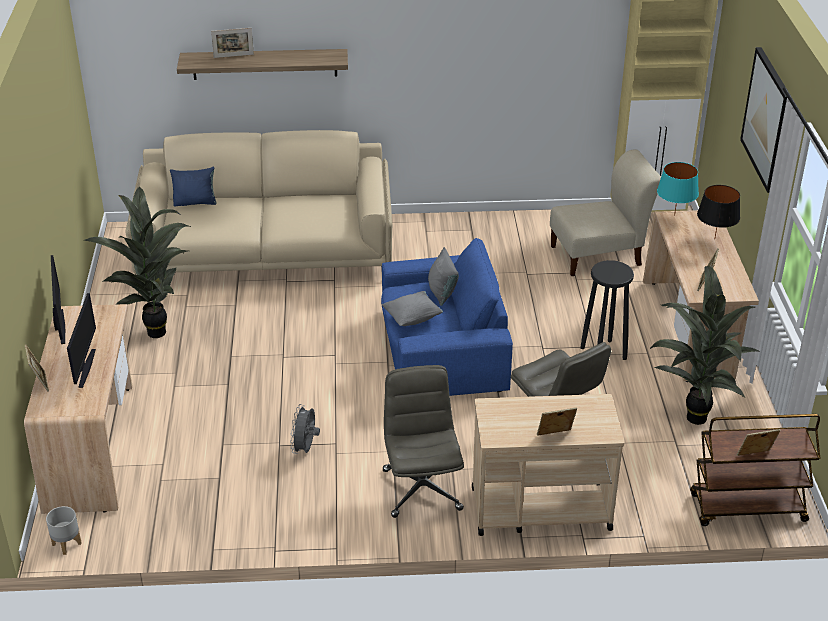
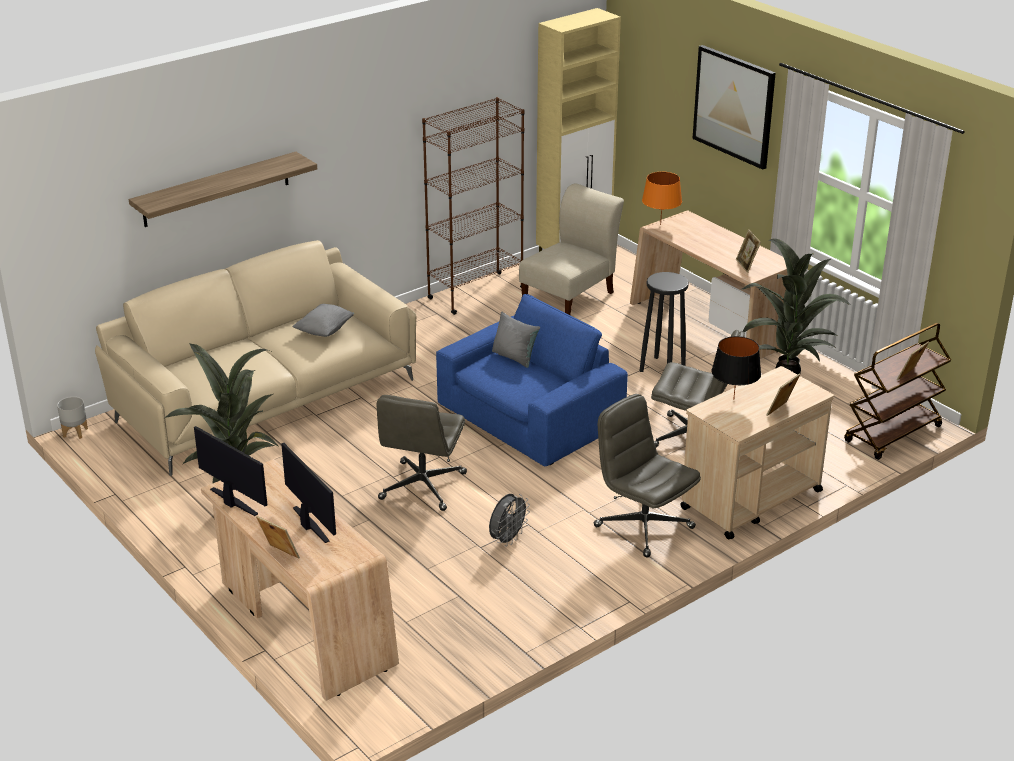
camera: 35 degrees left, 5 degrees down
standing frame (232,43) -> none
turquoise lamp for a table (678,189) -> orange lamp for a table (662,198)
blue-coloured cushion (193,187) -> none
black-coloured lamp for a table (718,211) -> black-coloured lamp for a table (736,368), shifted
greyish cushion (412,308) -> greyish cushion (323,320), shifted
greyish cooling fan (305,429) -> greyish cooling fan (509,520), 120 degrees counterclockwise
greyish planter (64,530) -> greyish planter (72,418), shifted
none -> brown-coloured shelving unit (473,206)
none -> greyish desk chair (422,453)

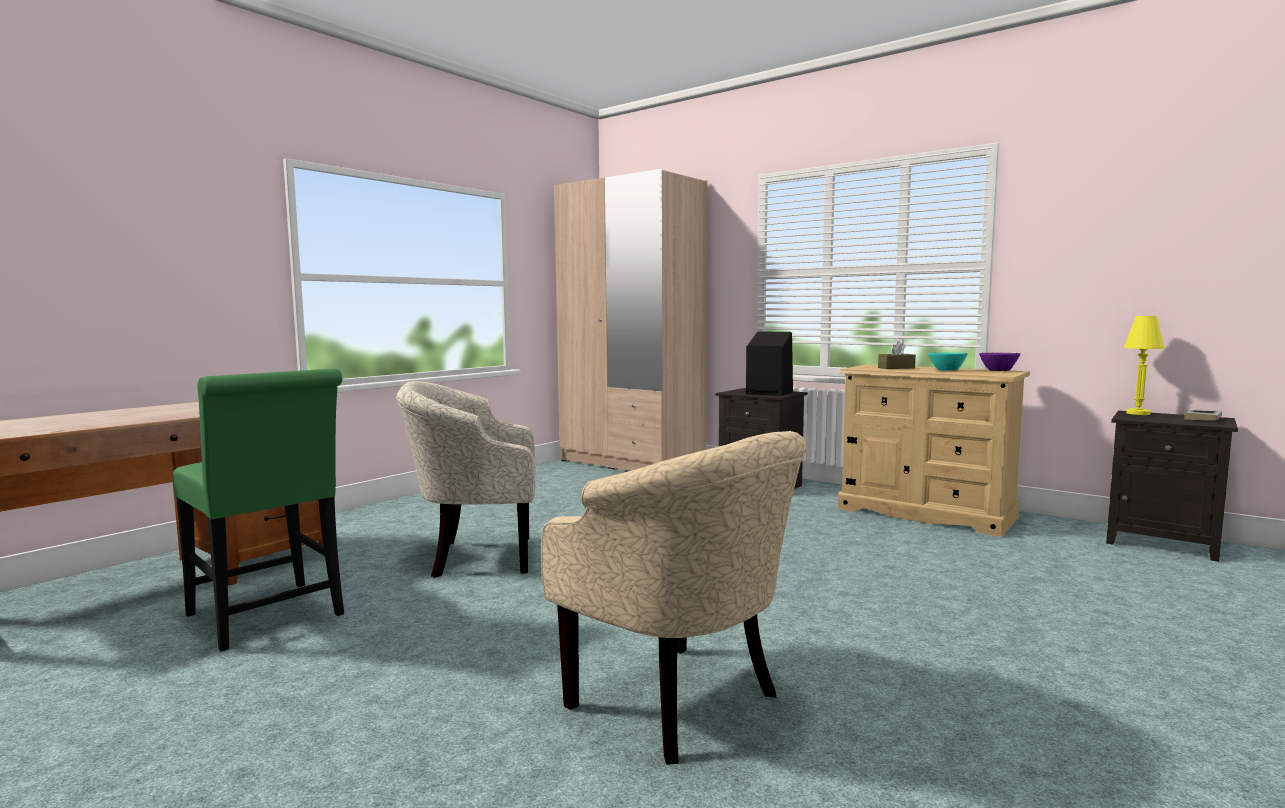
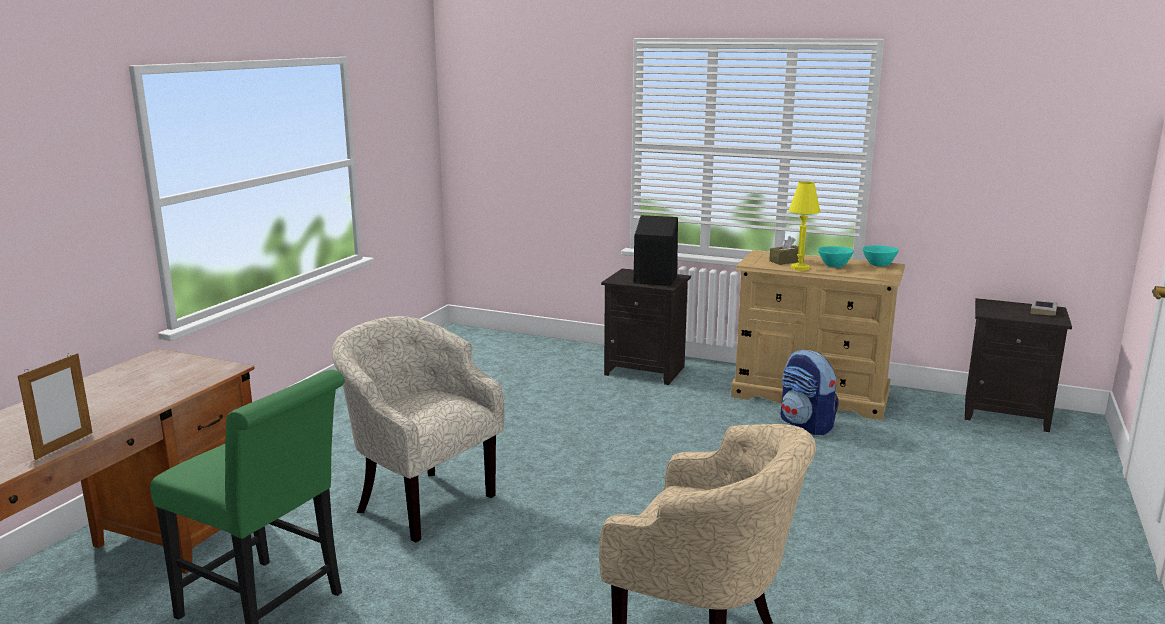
camera: 15 degrees left, 10 degrees up
beige armoire (631,320) -> none
yellow lamp for a table (1144,365) -> yellow lamp for a table (804,226), shifted
purple-coloured deep dish (999,362) -> turquoise deep dish (880,255)
beige armchair (466,479) -> beige armchair (418,429), 60 degrees clockwise
none -> backpack (809,392)
none -> standing frame (55,406)

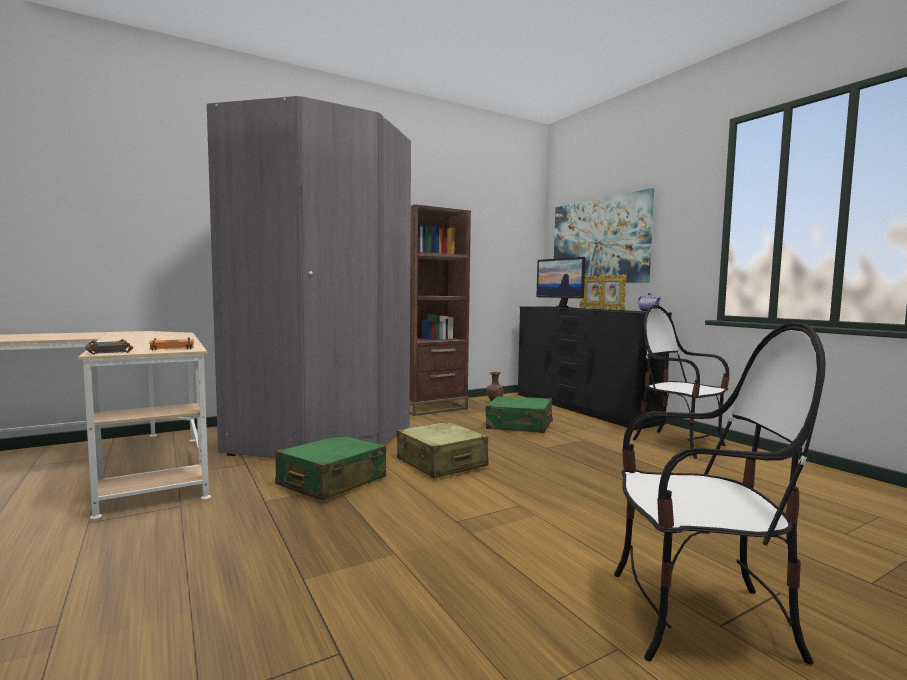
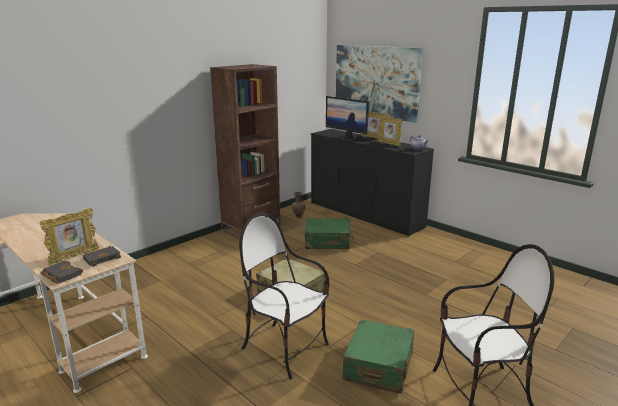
camera: 15 degrees left, 15 degrees up
greyish armoire (309,277) -> none
chair (681,382) -> chair (284,295), shifted
orange bound book (171,343) -> black-coloured bound book (102,256)
green suitcase (330,468) -> green suitcase (378,357), shifted
none -> standing frame (69,236)

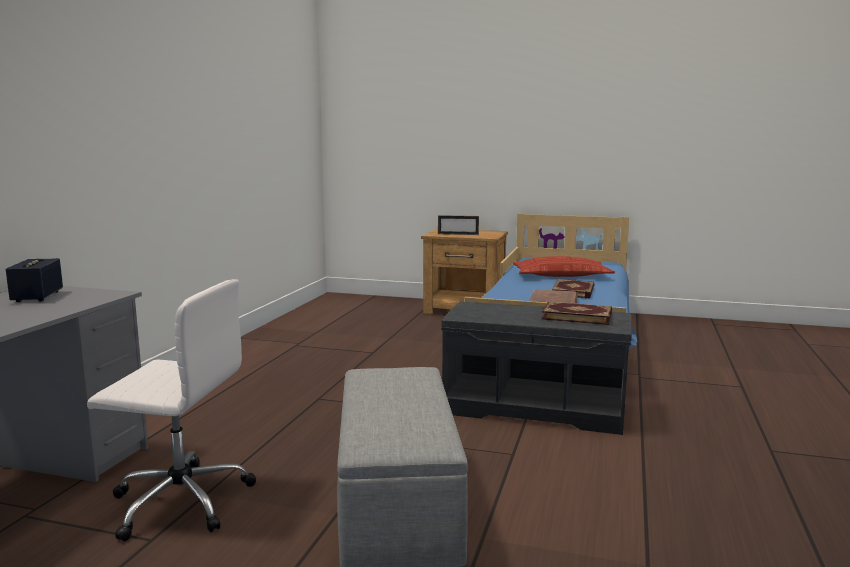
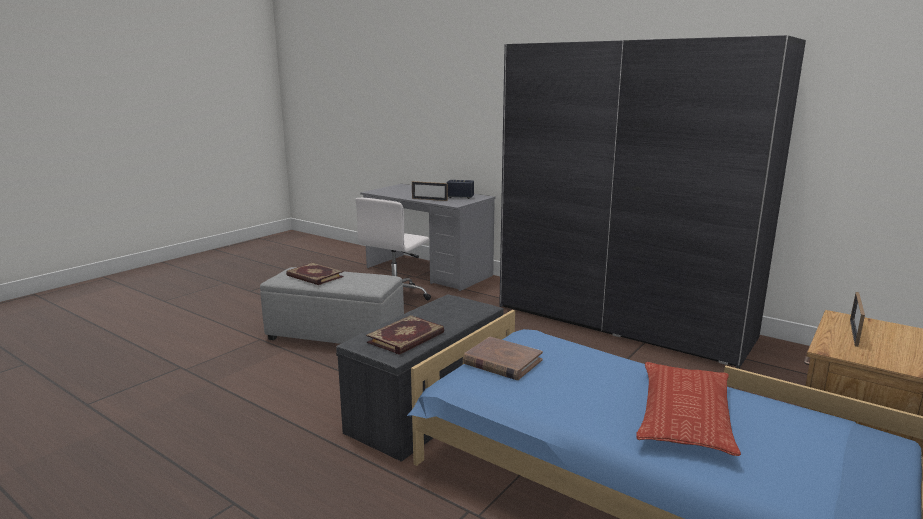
camera: 110 degrees right, 5 degrees up
bound book (573,288) -> bound book (315,274), shifted
none -> greyish armoire (652,202)
none -> standing frame (430,191)

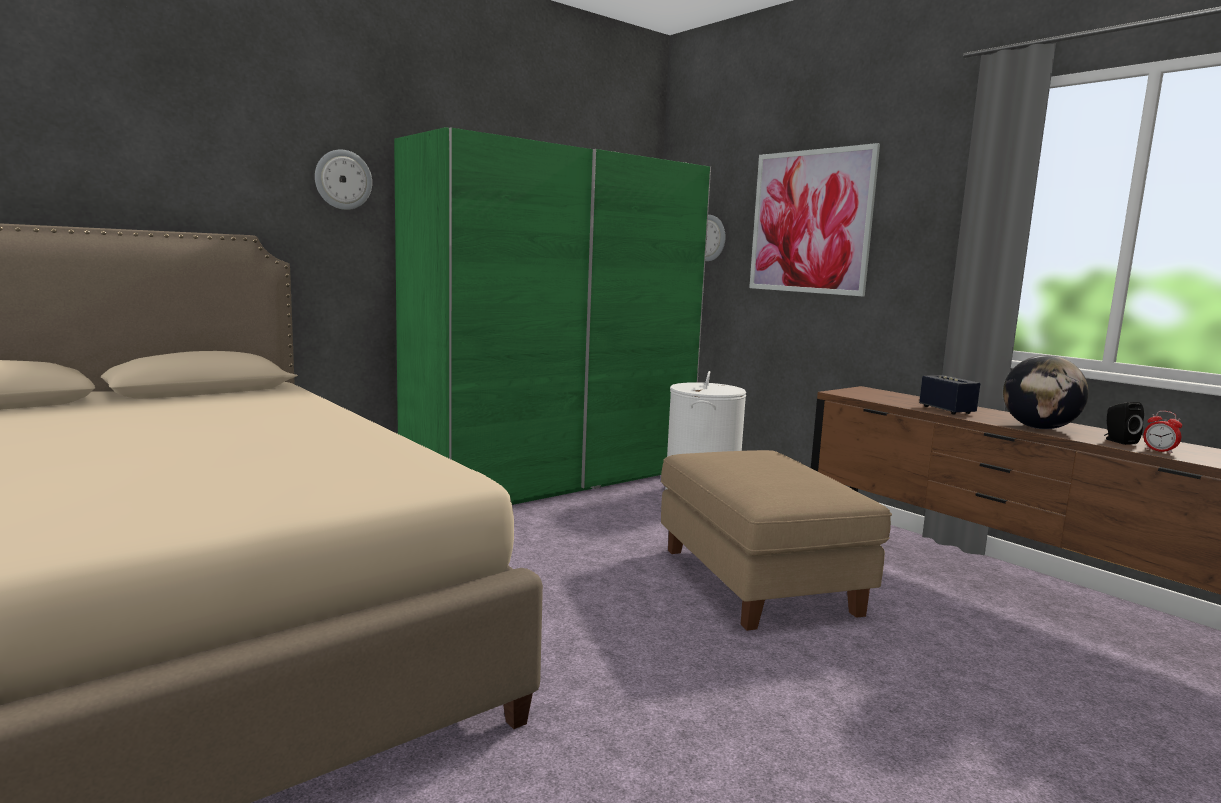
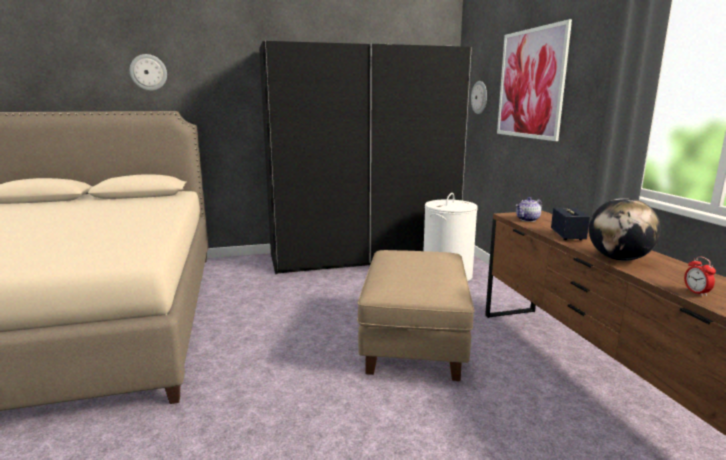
camera: 25 degrees right, 5 degrees up
green armoire (552,316) -> black-coloured armoire (365,157)
clock on the wall (343,179) -> clock on the wall (148,72), shifted
black-coloured audio speaker (1124,423) -> none
none -> pot for tea (529,209)

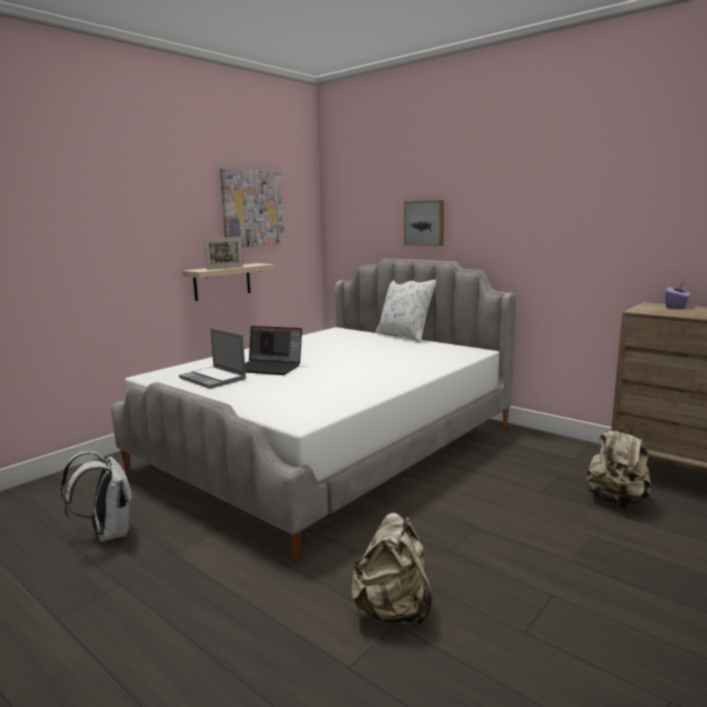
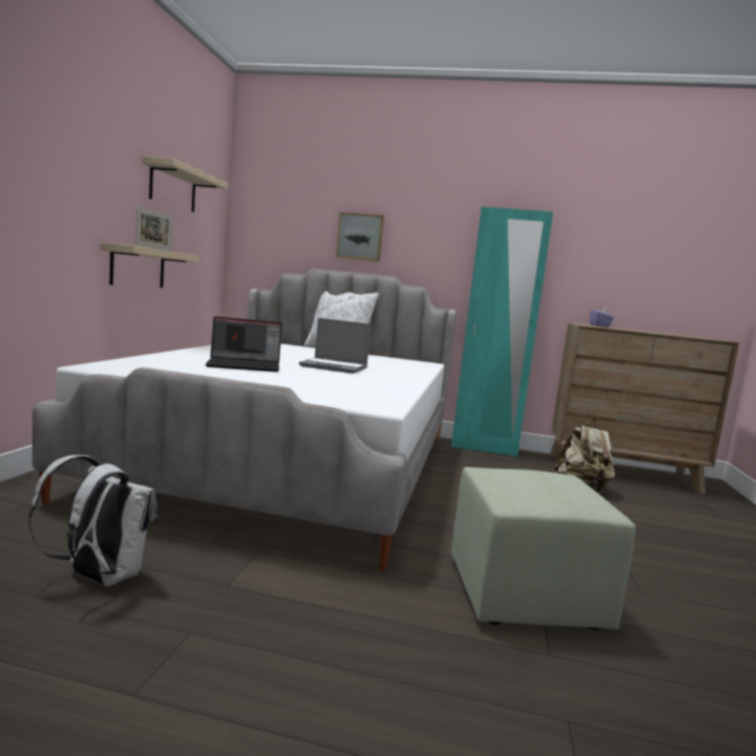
camera: 30 degrees left, 5 degrees down
wall picture (252,208) -> beige shelf (185,184)
portable computer (212,358) -> portable computer (335,346), shifted
beige backpack (391,569) -> green pouffe (543,548)
none -> turquoise armoire (502,332)

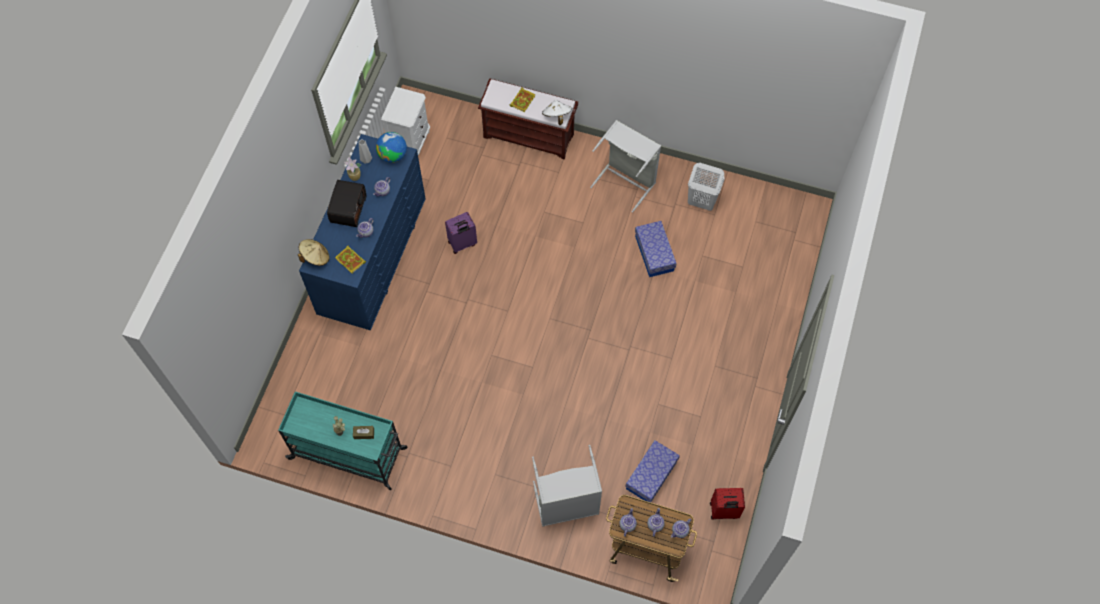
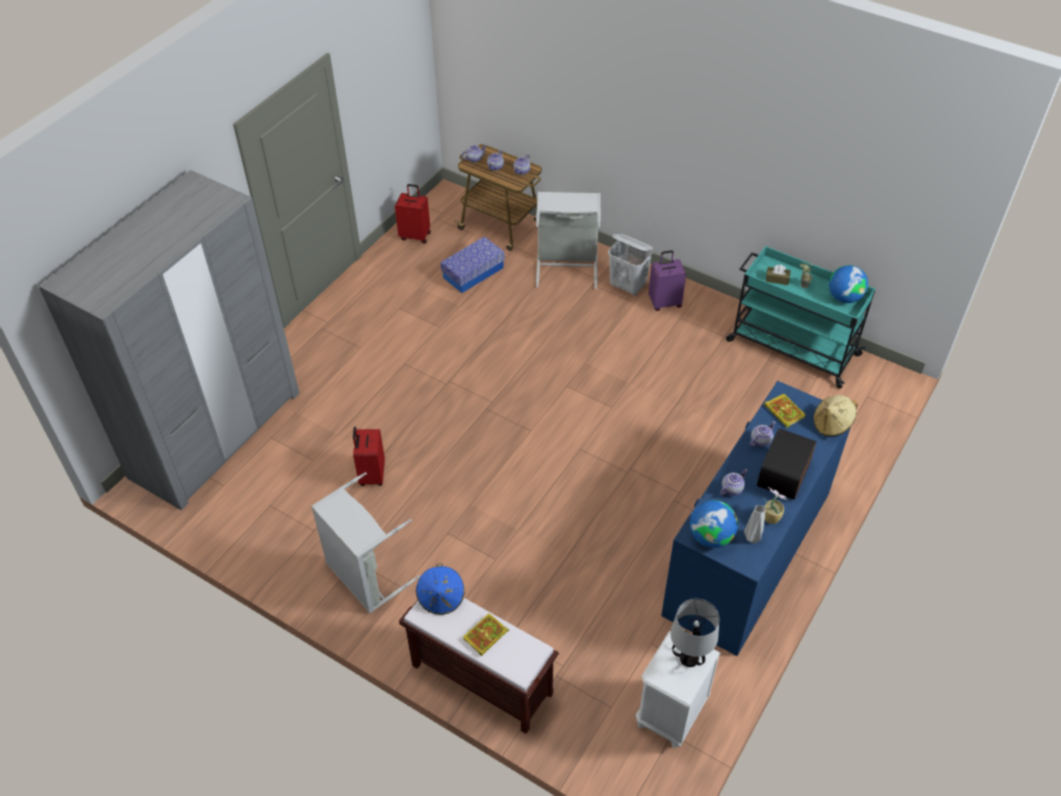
camera: 165 degrees left, 15 degrees down
white wearable hat (557,112) -> blue-coloured wearable hat (440,589)
white hamper (706,187) -> white hamper (630,265), shifted
purple-coloured suitcase (461,233) -> purple-coloured suitcase (667,280), shifted
storage box (656,249) -> red suitcase (369,456)
none -> greyish armoire (169,340)
none -> globe (848,284)
none -> lamp for a table (695,633)

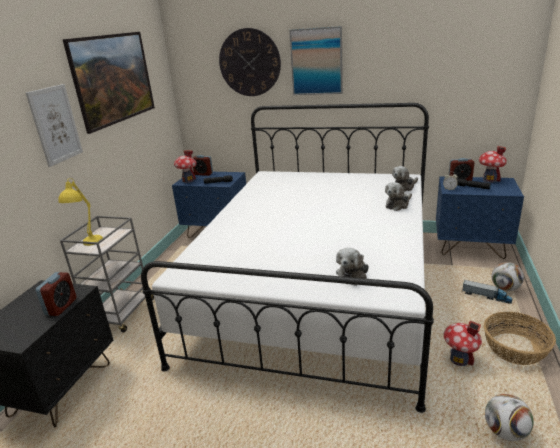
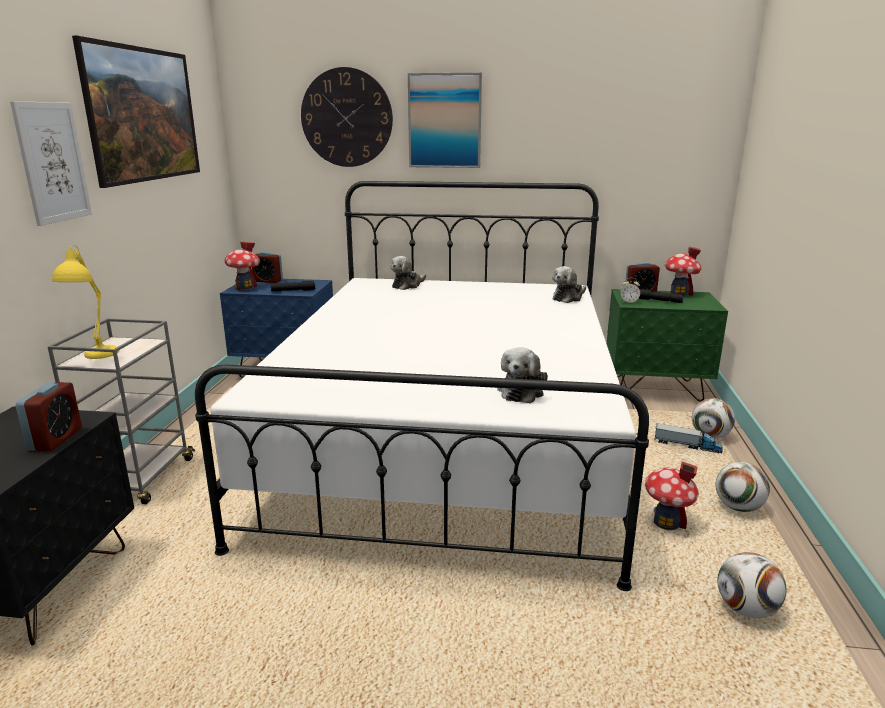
camera: 10 degrees left, 5 degrees down
blue-coloured bedside table (480,217) -> green bedside table (667,345)
plush toy (398,196) -> plush toy (408,273), shifted
storage basket (520,338) -> ball for football (743,487)

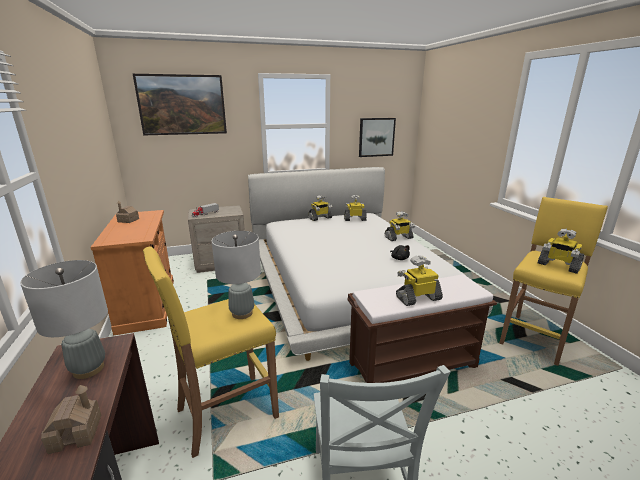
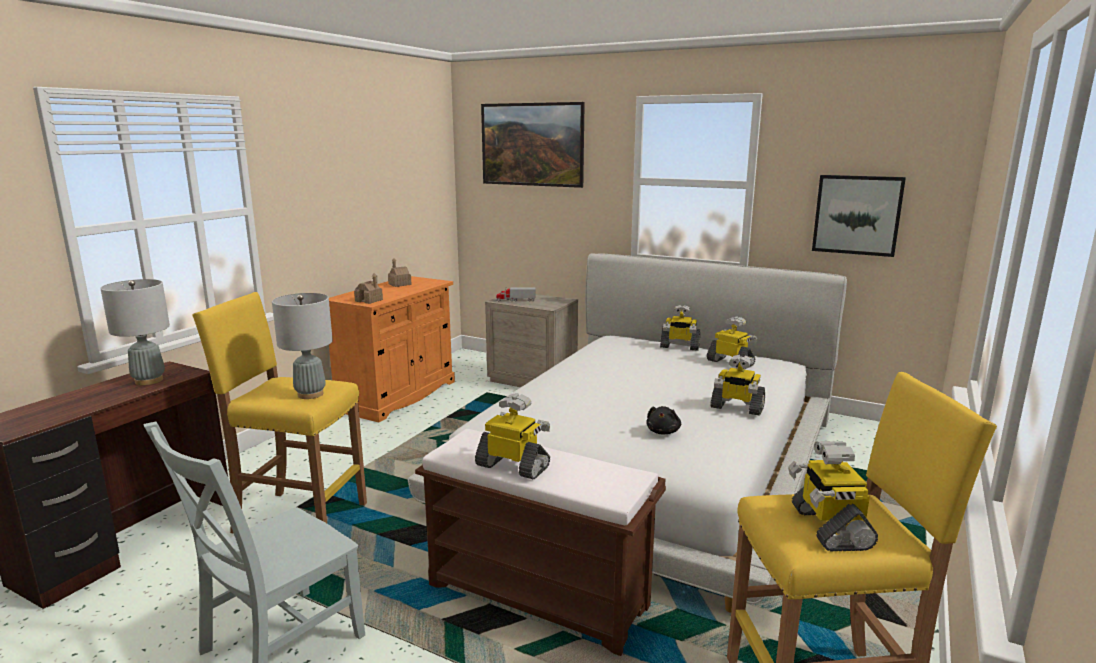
camera: 45 degrees right, 5 degrees down
model house (71,419) -> model house (368,288), shifted

